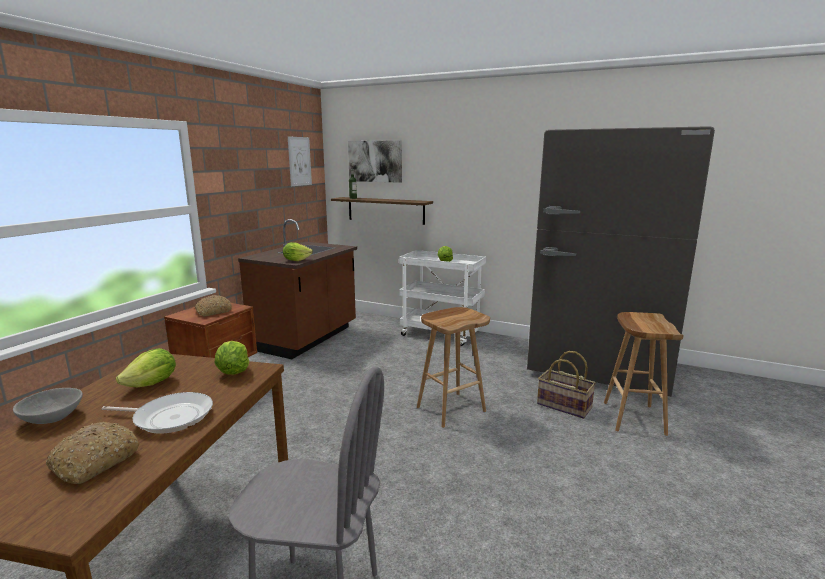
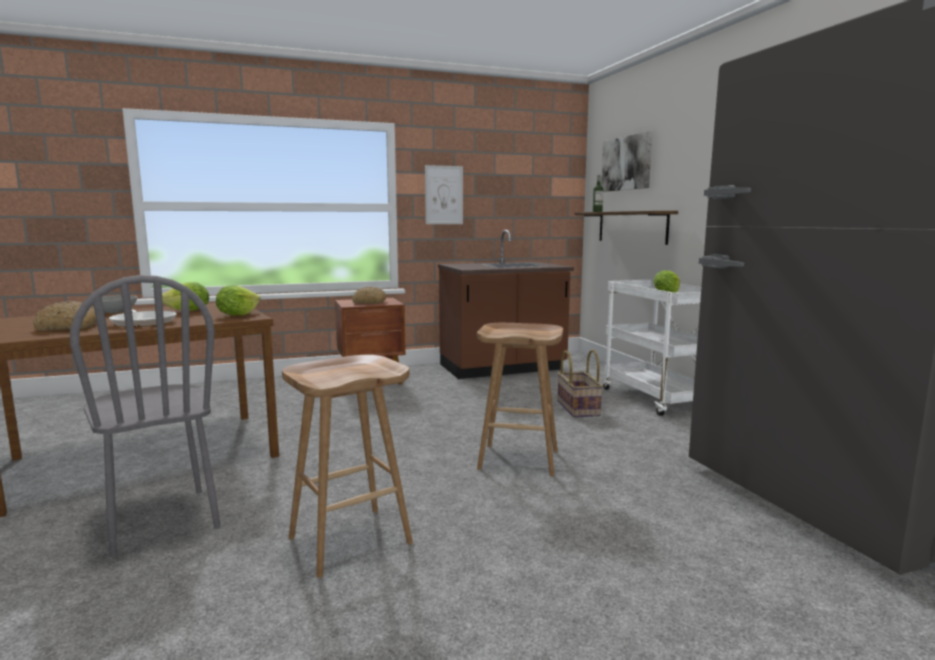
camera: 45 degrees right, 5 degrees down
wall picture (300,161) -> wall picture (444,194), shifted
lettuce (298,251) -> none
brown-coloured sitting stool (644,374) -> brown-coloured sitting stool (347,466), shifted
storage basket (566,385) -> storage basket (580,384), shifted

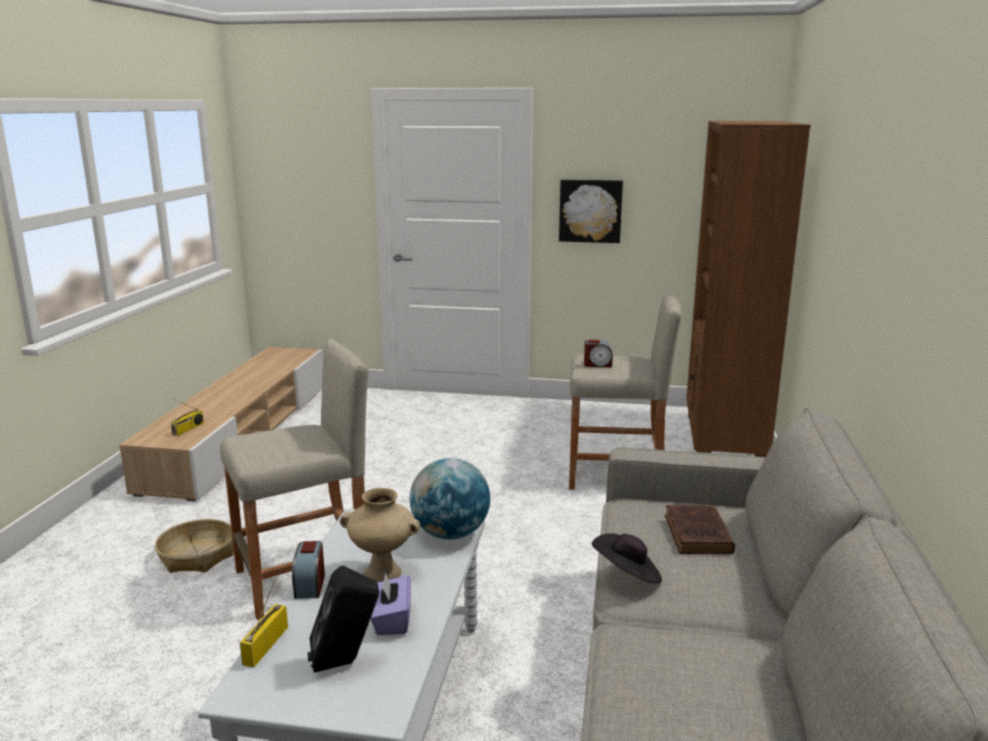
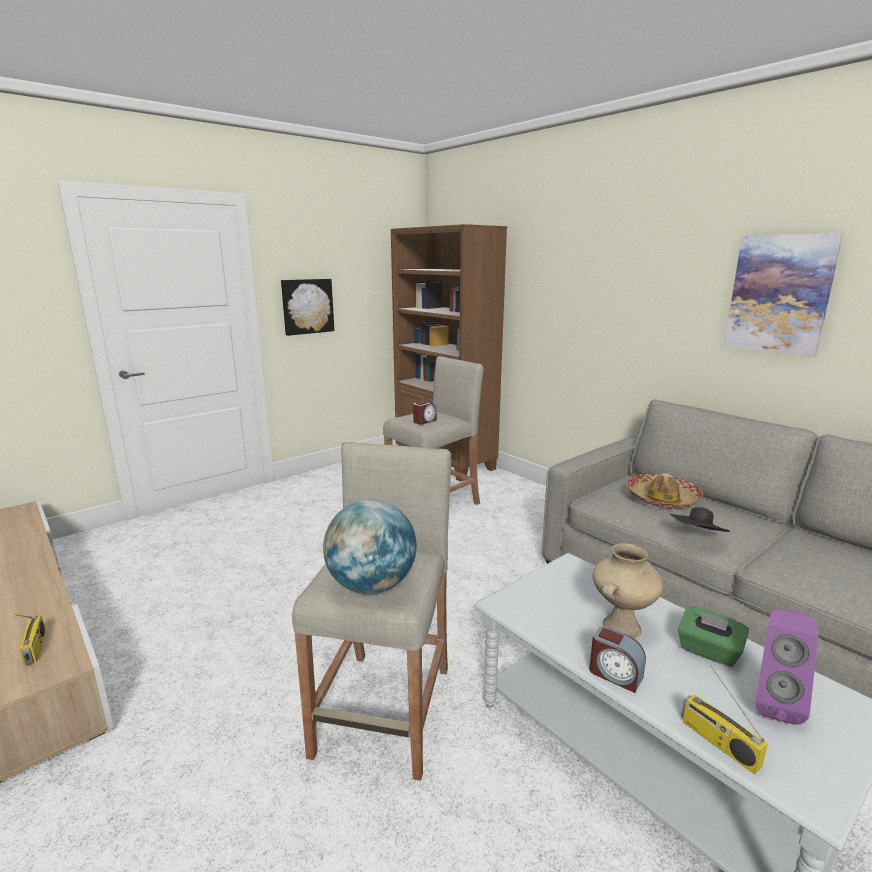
camera: 50 degrees left, 0 degrees up
globe (450,499) -> globe (370,546), shifted
brown-coloured bound book (700,529) -> wearable hat (664,491)
storage basket (194,546) -> none
black-coloured audio speaker (343,619) -> purple-coloured audio speaker (787,667)
purple-coloured tissue box (390,604) -> green tissue box (713,637)
none -> wall picture (783,295)

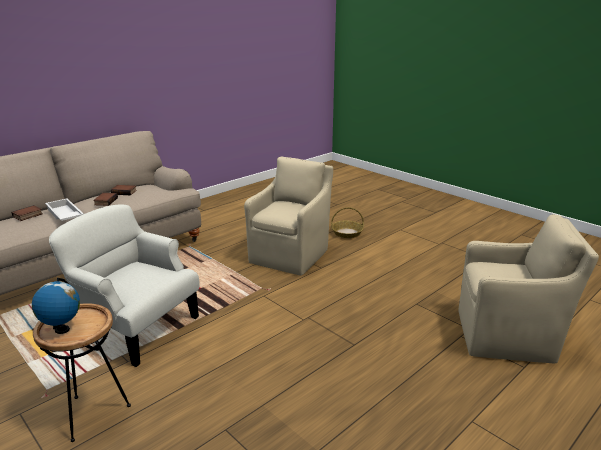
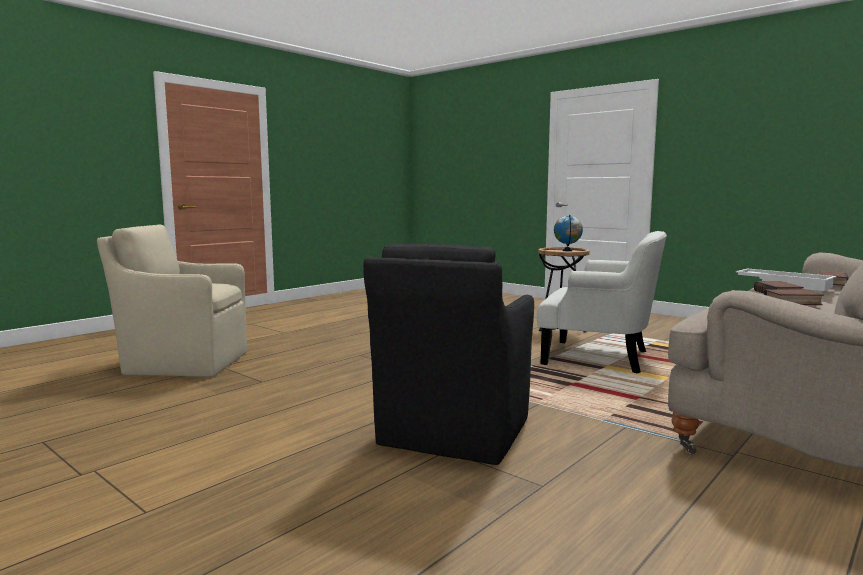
camera: 175 degrees right, 15 degrees down
beige armchair (288,216) -> black-coloured armchair (448,354)
storage basket (347,222) -> none

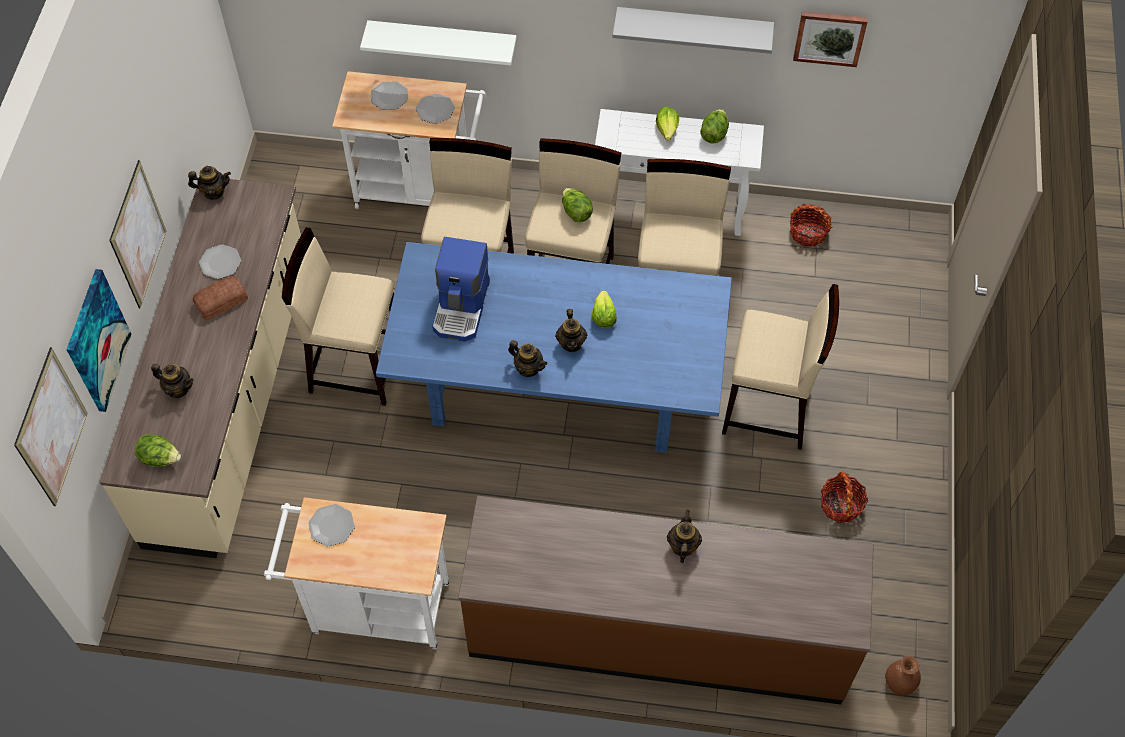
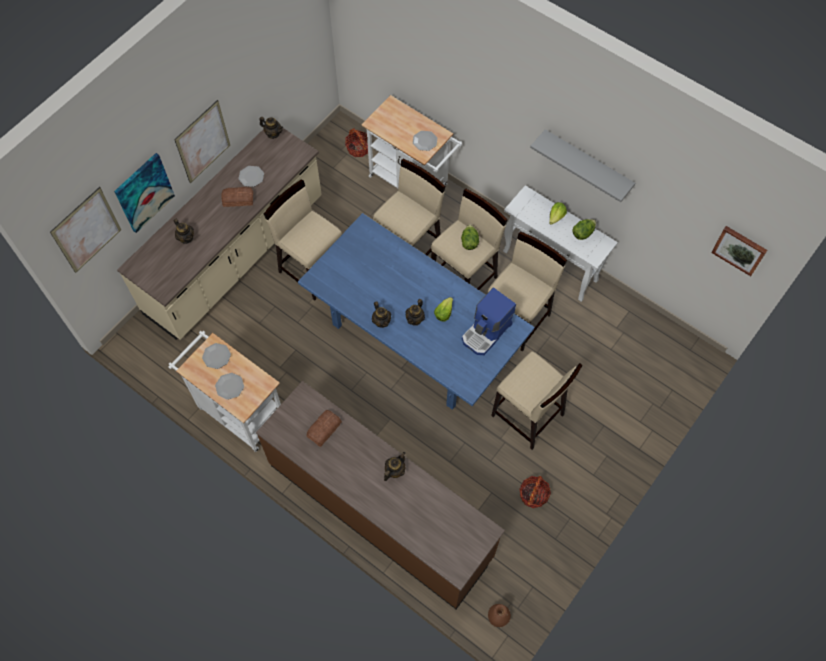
camera: 30 degrees right, 5 degrees up
wall picture (830,39) -> wall picture (739,251), shifted
white shelf (438,42) -> none
plate (389,95) -> plate (229,386), shifted
storage basket (811,225) -> storage basket (356,142), shifted
coffee brewer (461,289) -> coffee brewer (489,321), shifted
lettuce (158,450) -> none
none -> bread (324,428)

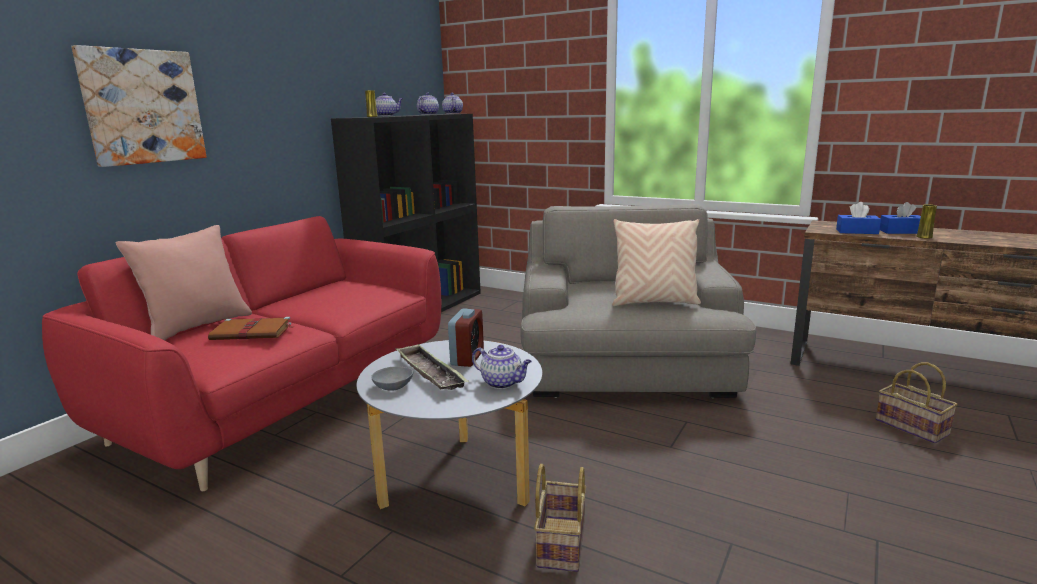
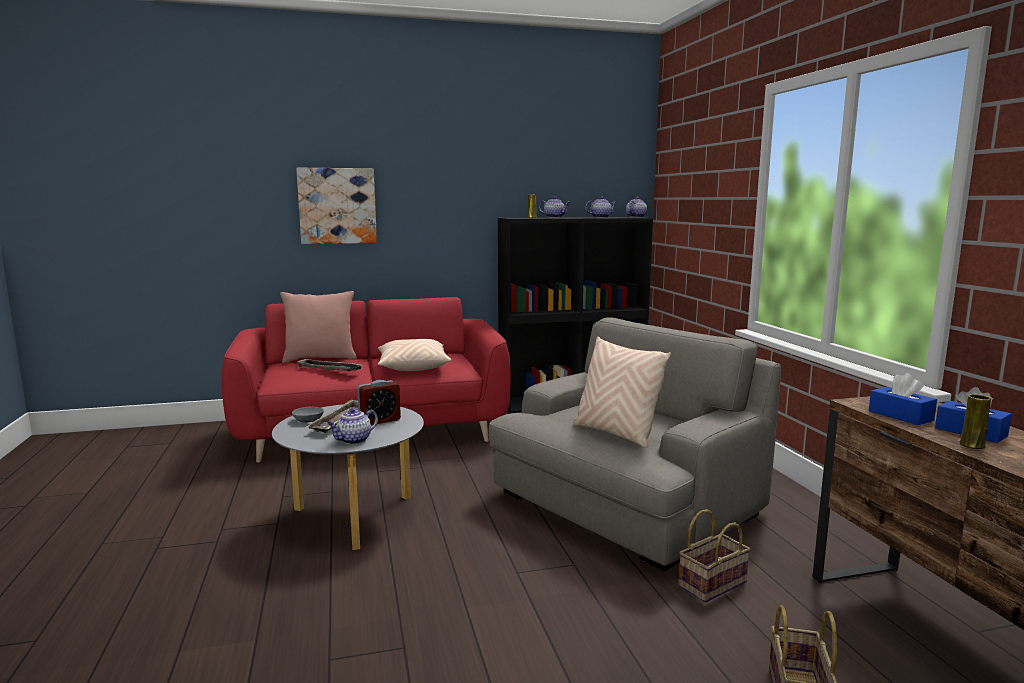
camera: 45 degrees right, 5 degrees down
brown-coloured bound book (251,328) -> serving tray (329,364)
pot for tea (502,367) -> pot for tea (352,426), 60 degrees clockwise
storage basket (560,518) -> storage basket (714,556), shifted
none -> beige cushion (414,355)

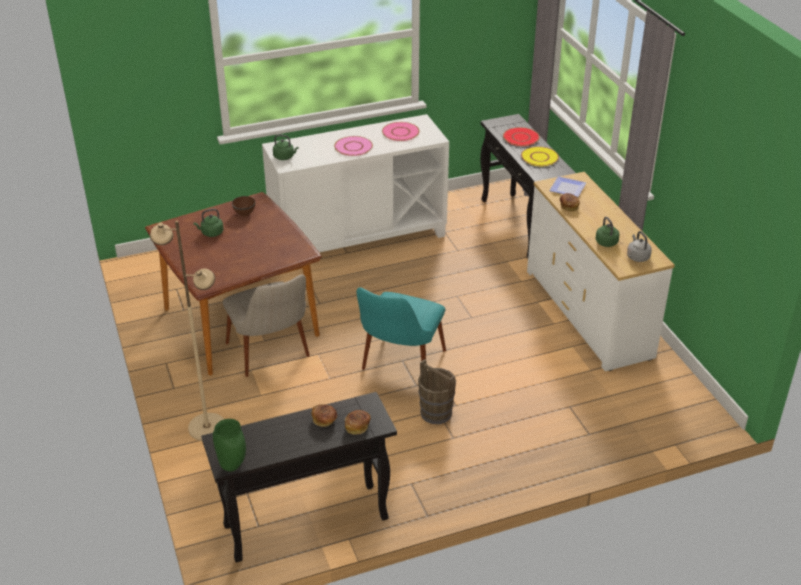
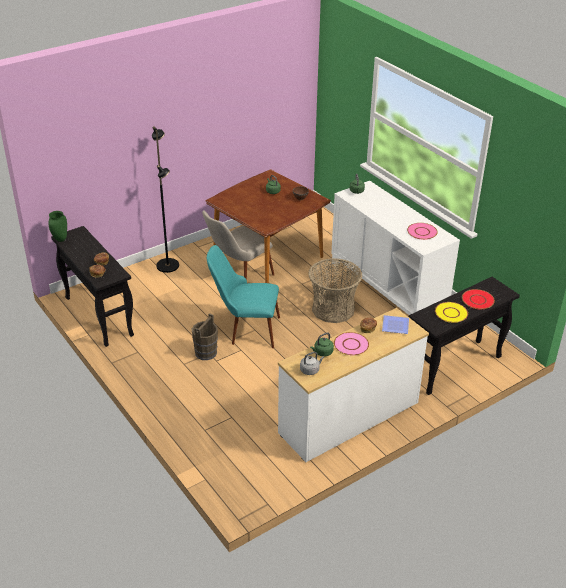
camera: 75 degrees right, 0 degrees up
pink-coloured plate (353,146) -> pink-coloured plate (351,343), shifted
beige floor lamp (187,331) -> black-coloured floor lamp (165,199)
none -> storage basket (335,290)

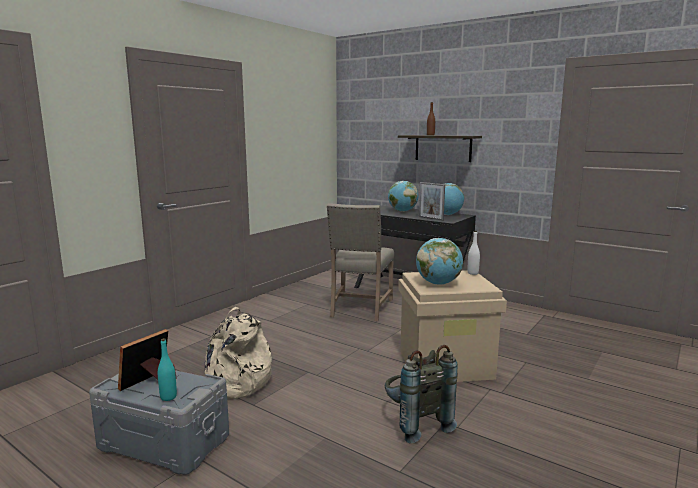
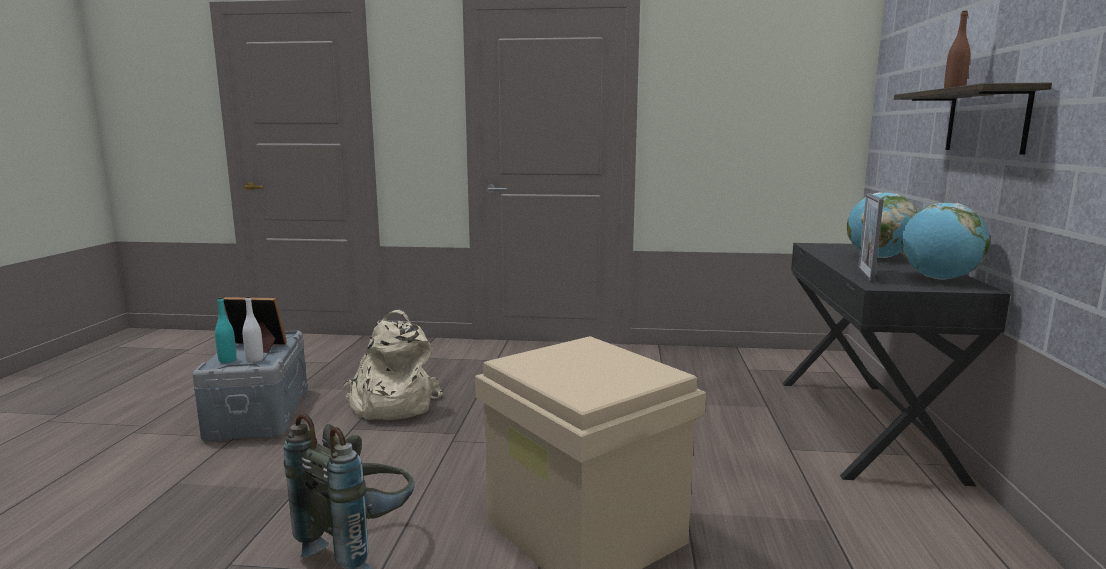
camera: 60 degrees right, 0 degrees up
beige chair (360,262) -> none
white beverage bottle (474,253) -> white beverage bottle (253,329), shifted
globe (439,261) -> none

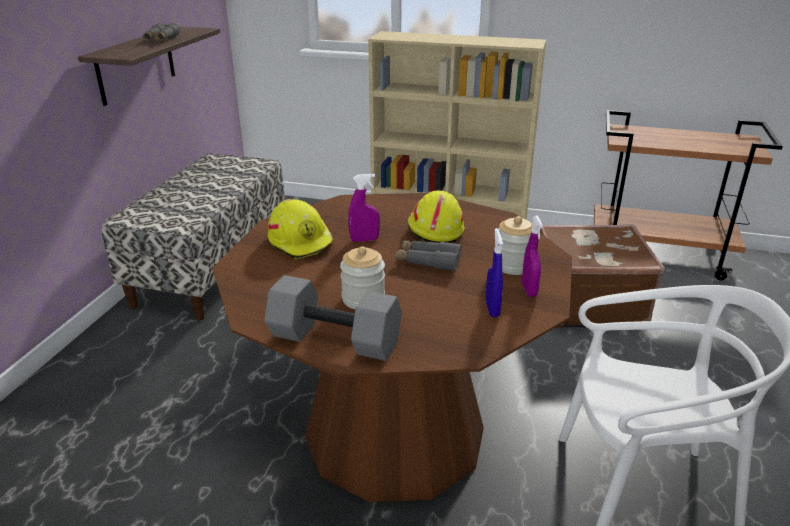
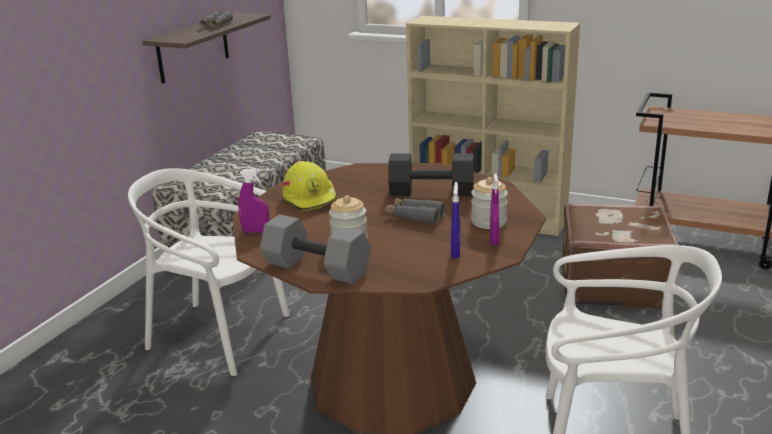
camera: 10 degrees right, 5 degrees down
purple-coloured hand sprayer (364,208) -> purple-coloured hand sprayer (254,200), shifted
yellow work helmet (435,217) -> black-coloured hand weight (431,174)
none -> white chair (209,272)

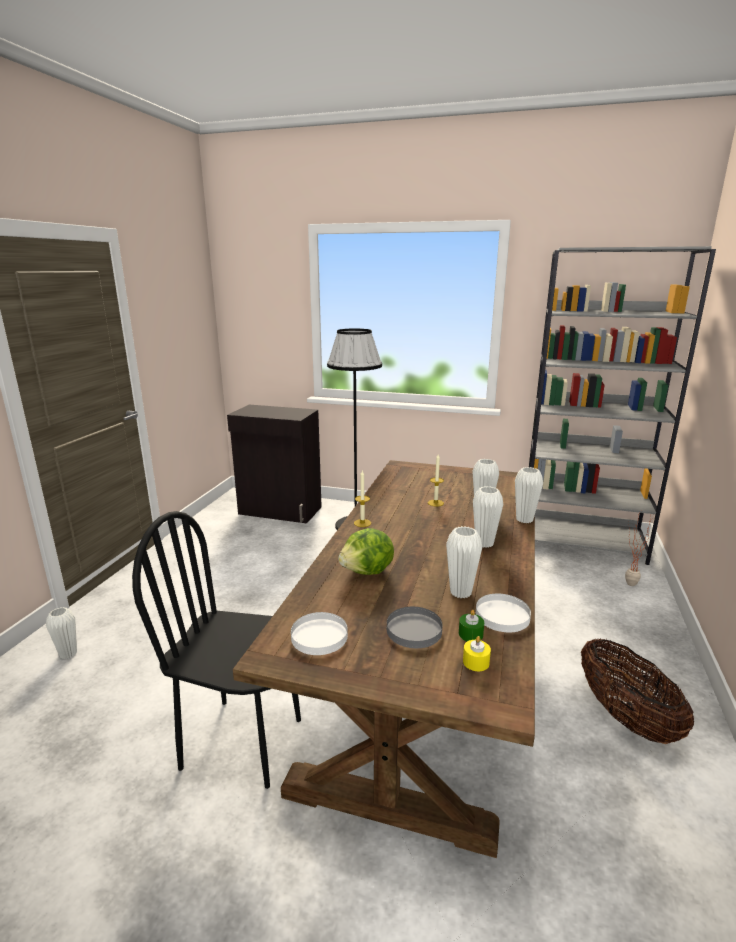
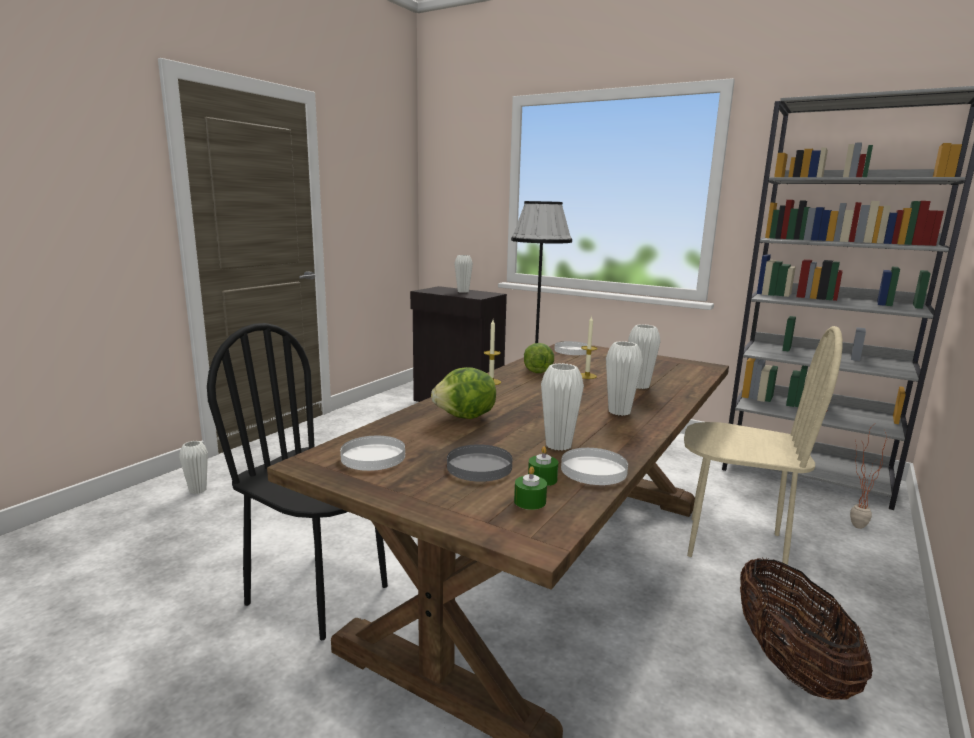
camera: 15 degrees right, 5 degrees down
white vase (529,495) -> white vase (463,274), shifted
yellow wax candle (477,653) -> green wax candle (530,488)
none -> beige chair (763,449)
none -> white plate (570,348)
none -> lettuce (539,358)

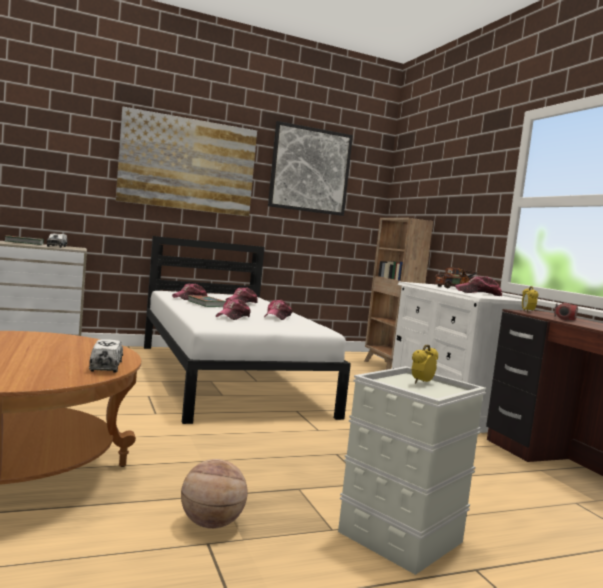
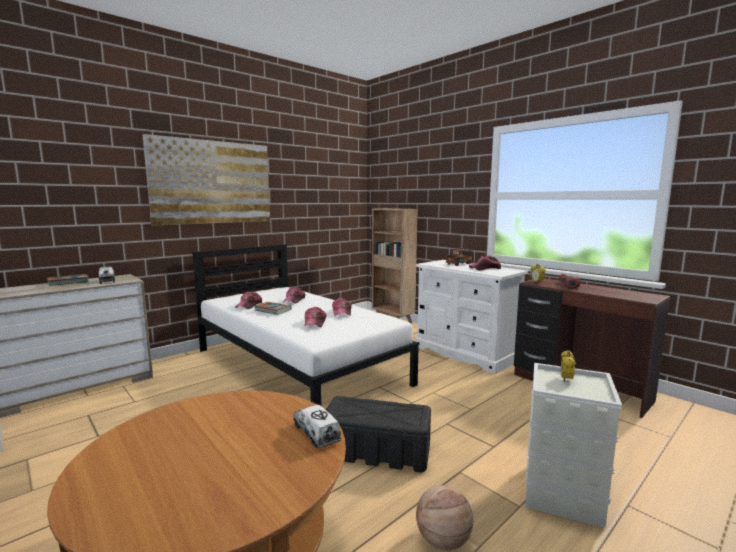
camera: 20 degrees left, 5 degrees up
wall picture (310,168) -> none
none -> black-coloured storage box (378,434)

